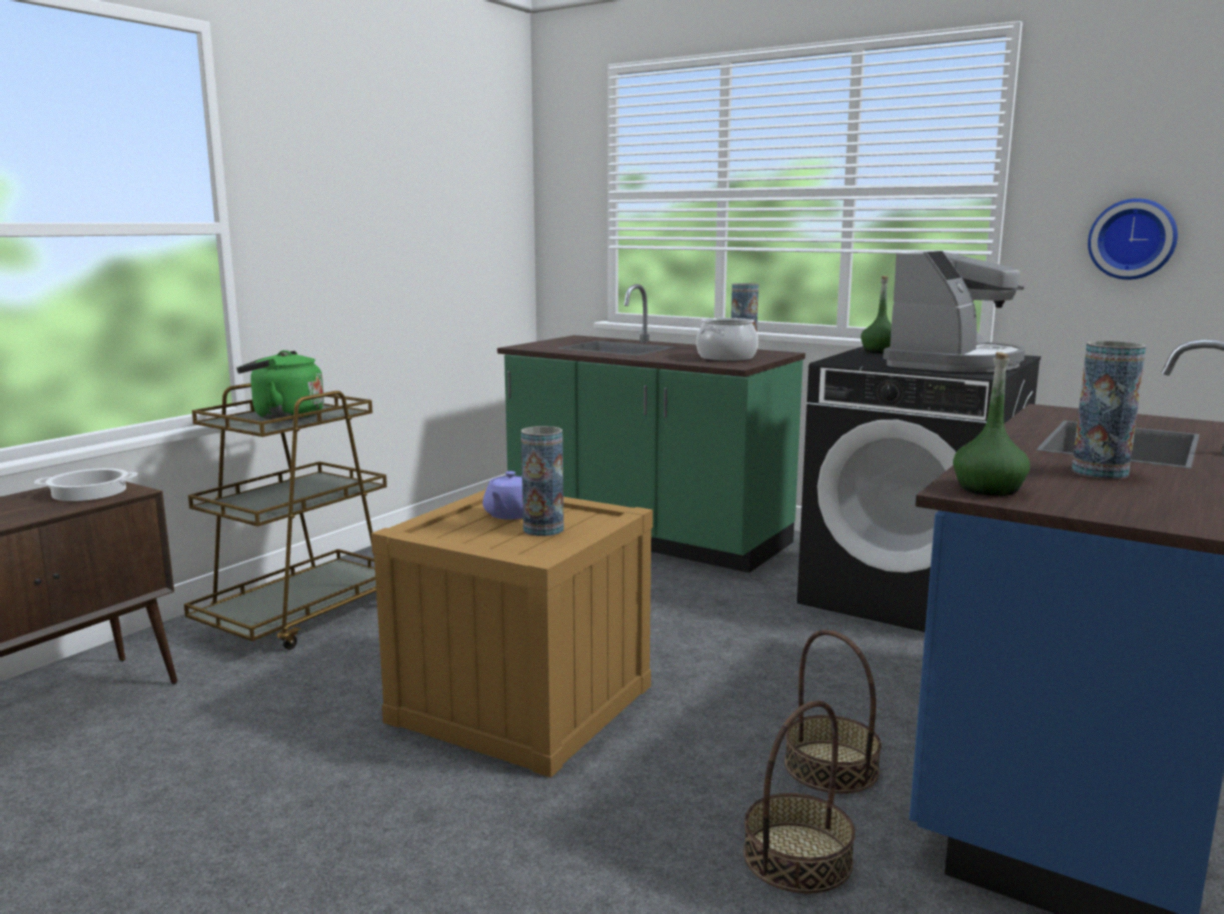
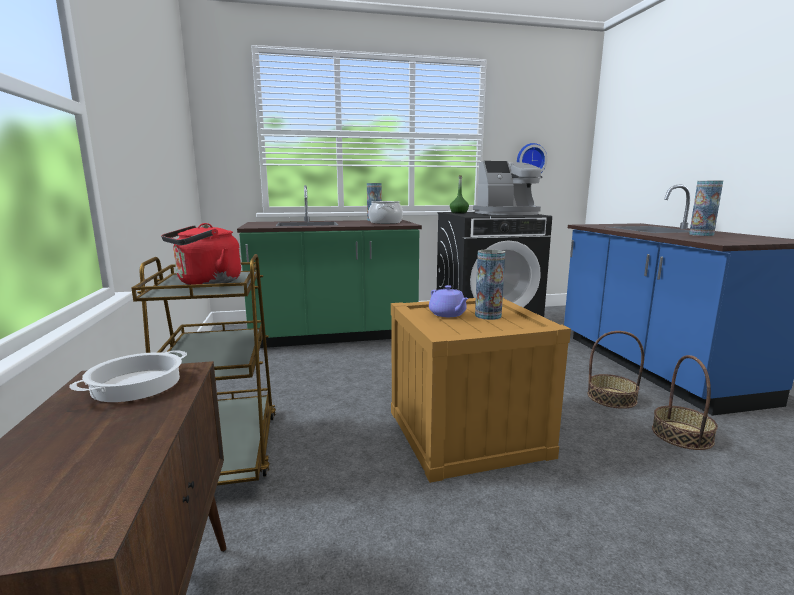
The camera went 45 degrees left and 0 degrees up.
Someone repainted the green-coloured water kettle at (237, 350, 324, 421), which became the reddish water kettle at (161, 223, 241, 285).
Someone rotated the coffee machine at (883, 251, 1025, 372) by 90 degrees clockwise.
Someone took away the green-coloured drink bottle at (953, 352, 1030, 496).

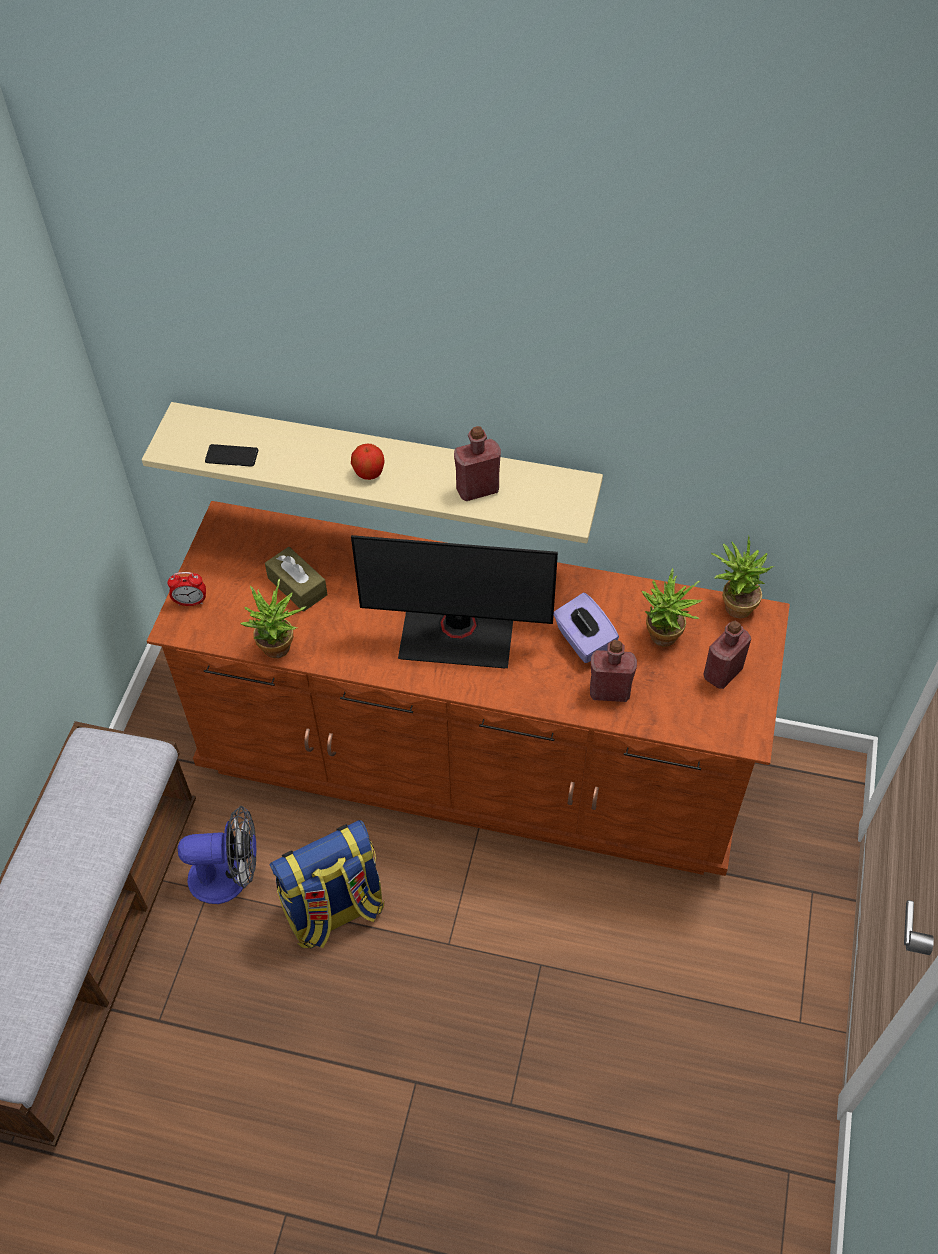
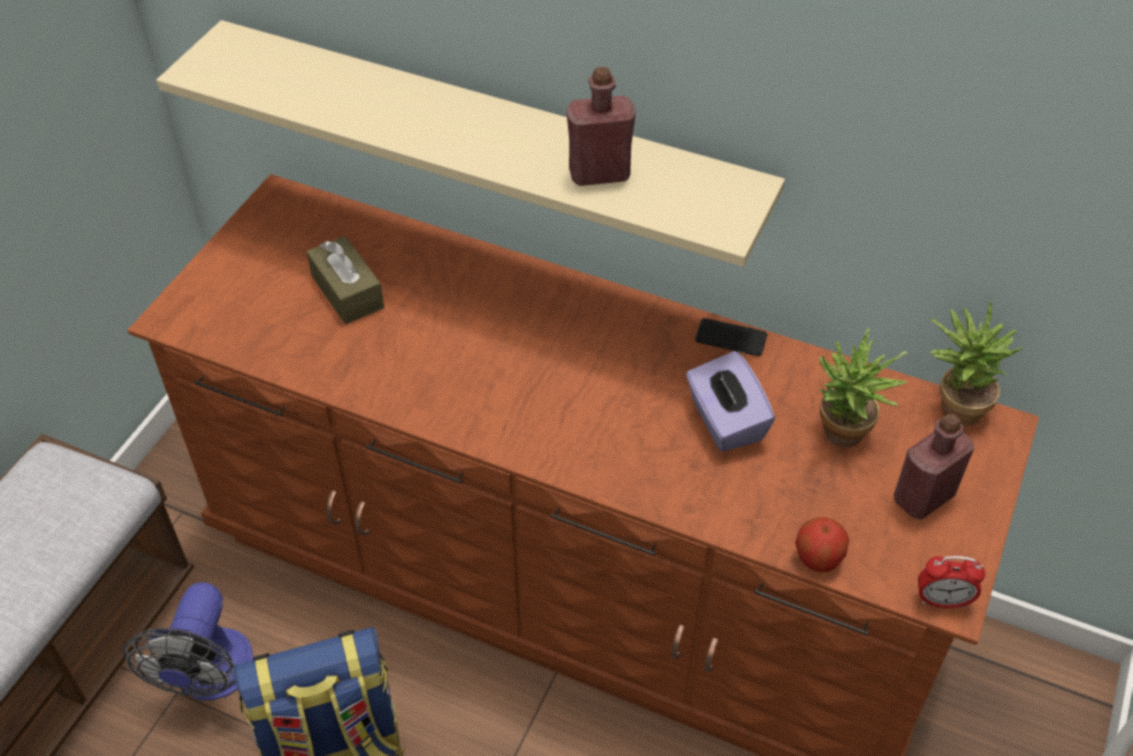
The camera went 10 degrees right and 5 degrees down.
Someone carried the bedside clock from (167, 572, 206, 606) to (918, 556, 985, 608).
Someone rotated the electric fan at (178, 806, 256, 904) by 90 degrees clockwise.
Someone carried the phone from (205, 444, 258, 467) to (695, 318, 767, 356).
Someone took away the houseplant at (240, 579, 306, 658).
Someone carried the whole apple from (351, 444, 385, 480) to (795, 517, 849, 572).
Someone took away the computer display at (351, 535, 558, 668).
Someone took away the reddish drink bottle at (590, 640, 637, 702).

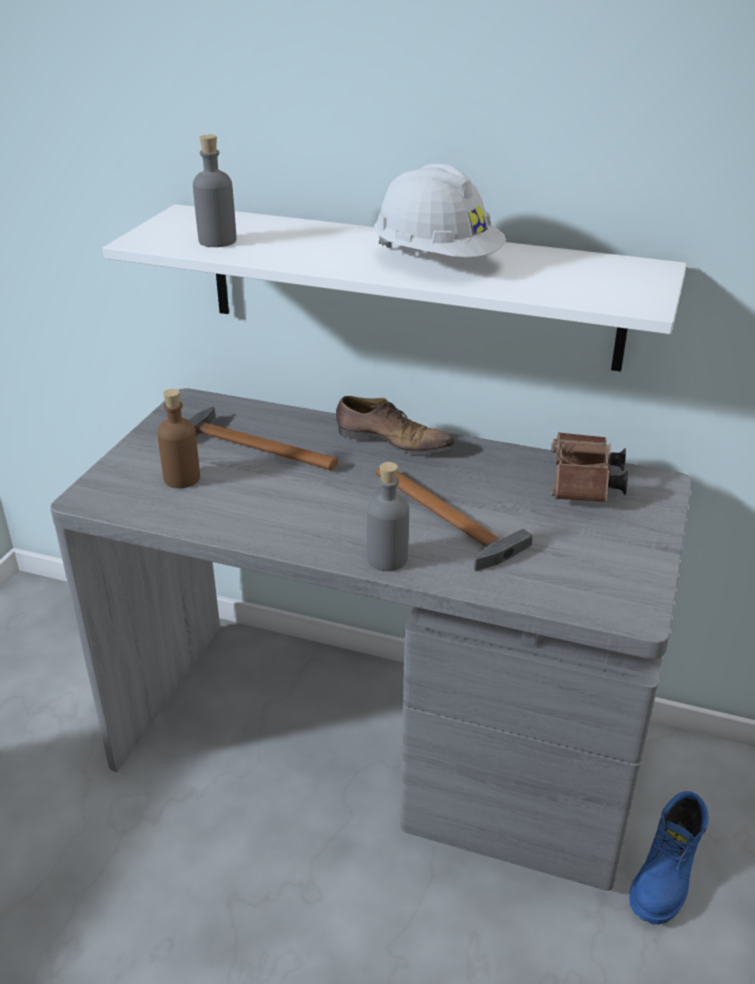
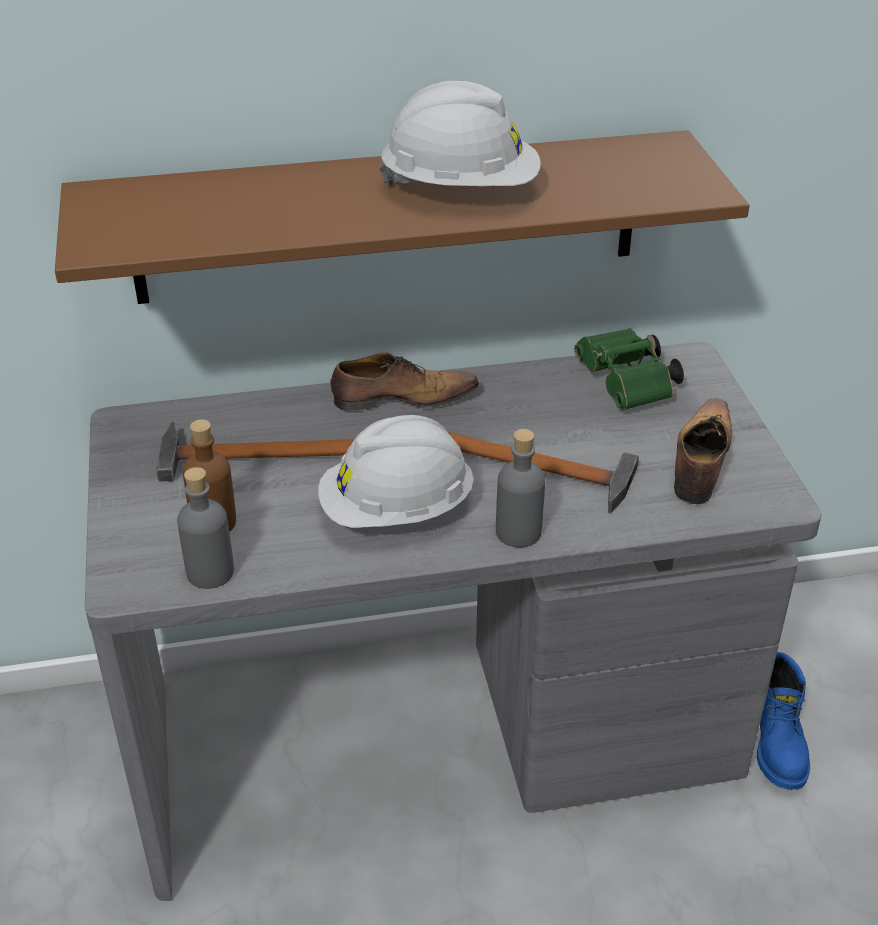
The camera went 30 degrees left and 5 degrees up.
Someone repainted the white shelf at (103, 204, 687, 372), which became the brown shelf at (55, 130, 749, 304).
Someone carried the greyish drink bottle from (193, 135, 237, 247) to (177, 467, 234, 589).
Someone repainted the brown pair of binoculars at (551, 432, 628, 502), which became the green-coloured pair of binoculars at (574, 328, 684, 410).
Someone put down the white hard hat at (318, 415, 474, 528).
Someone put down the item of footwear at (674, 398, 732, 504).

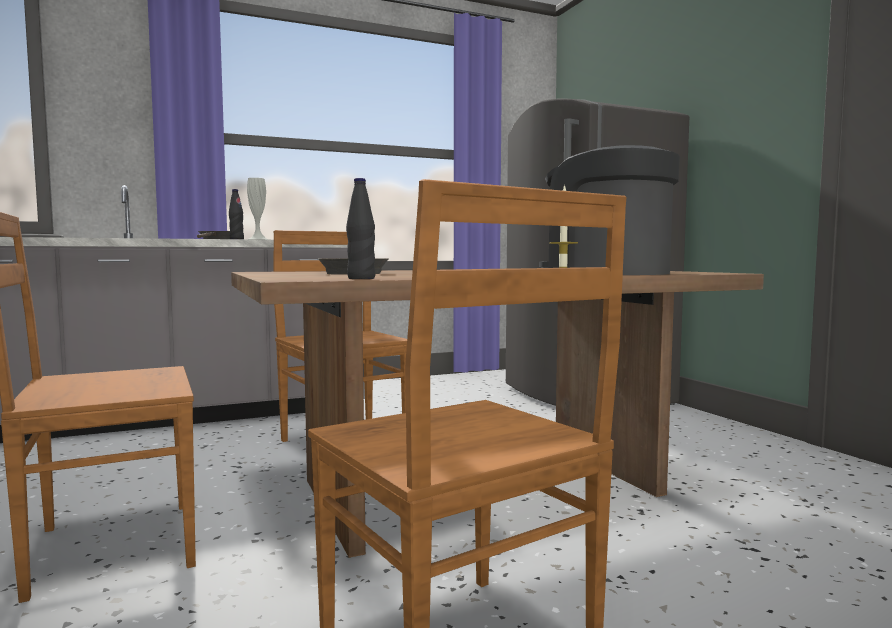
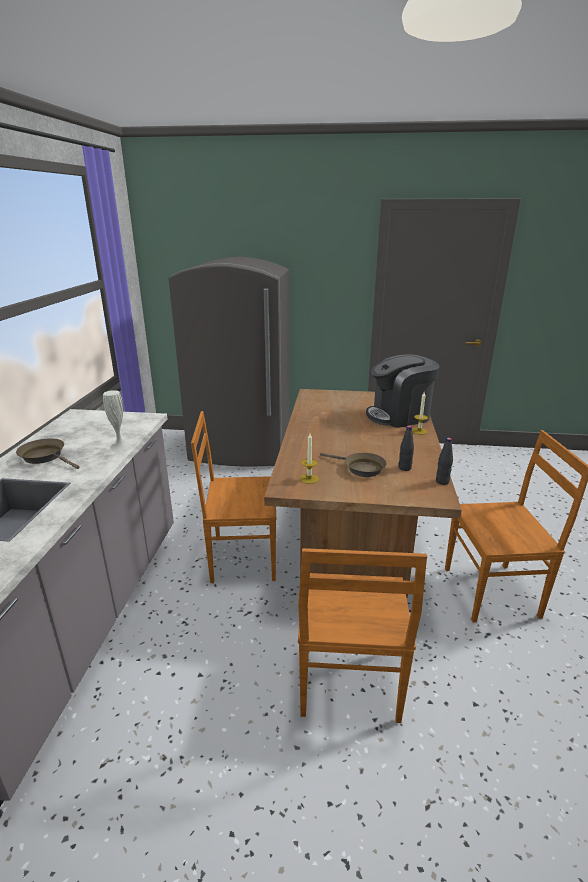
The camera went 60 degrees left and 20 degrees up.
Someone carried the blackish drink bottle from (229, 189, 244, 239) to (399, 426, 414, 471).
Someone put down the wax light at (300, 434, 319, 484).

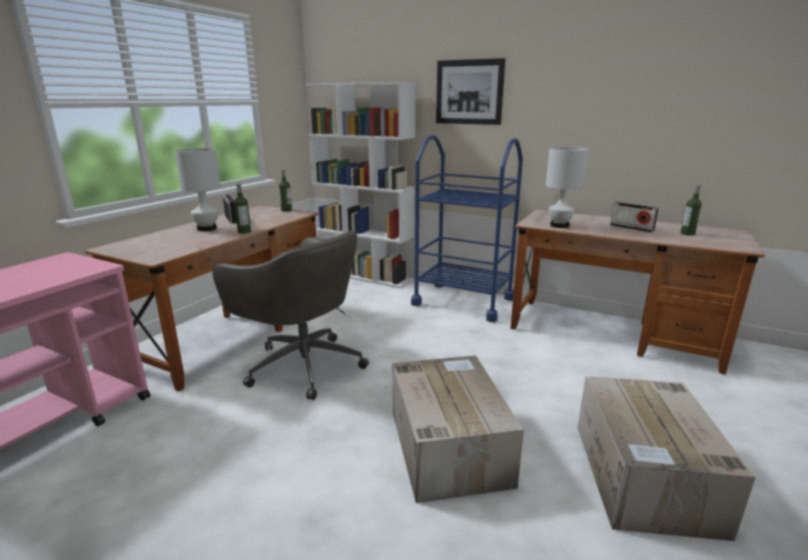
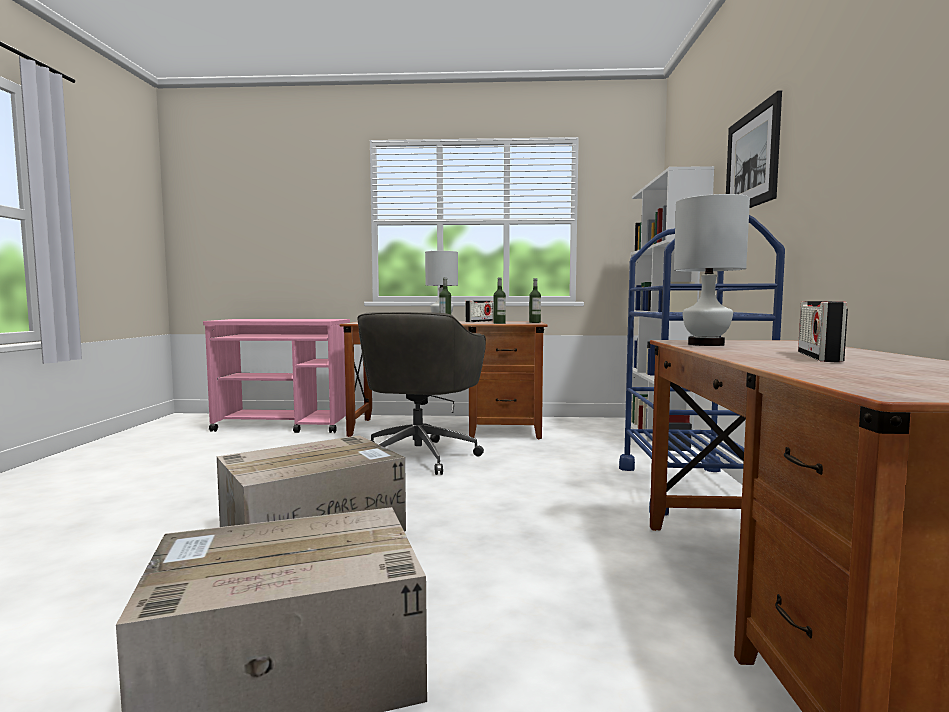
The camera went 65 degrees right and 15 degrees down.
Someone carried the drink bottle from (681, 184, 702, 236) to (493, 277, 506, 324).

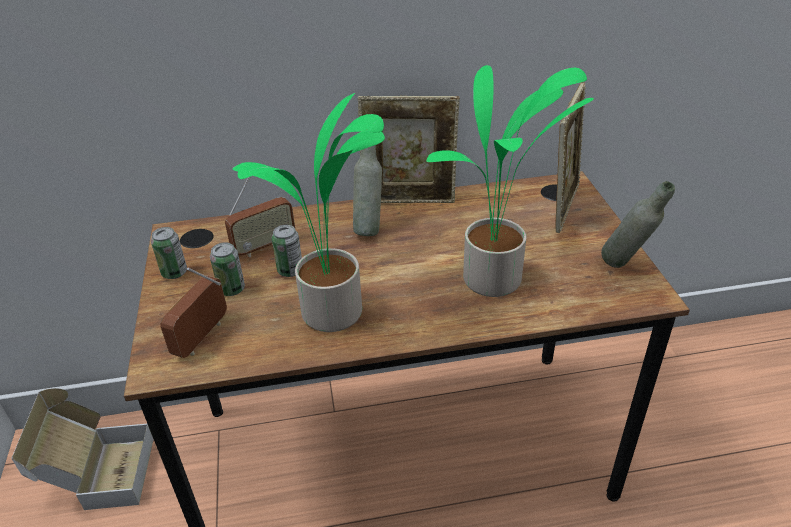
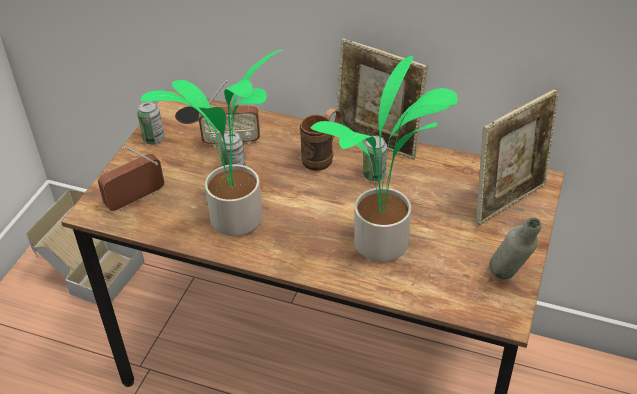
The camera went 30 degrees right and 5 degrees up.
Someone carried the can from (210, 242, 245, 296) to (363, 136, 387, 181).
Someone swapped the greyish drink bottle at (353, 145, 382, 236) for the brown tea mug at (300, 108, 341, 171).

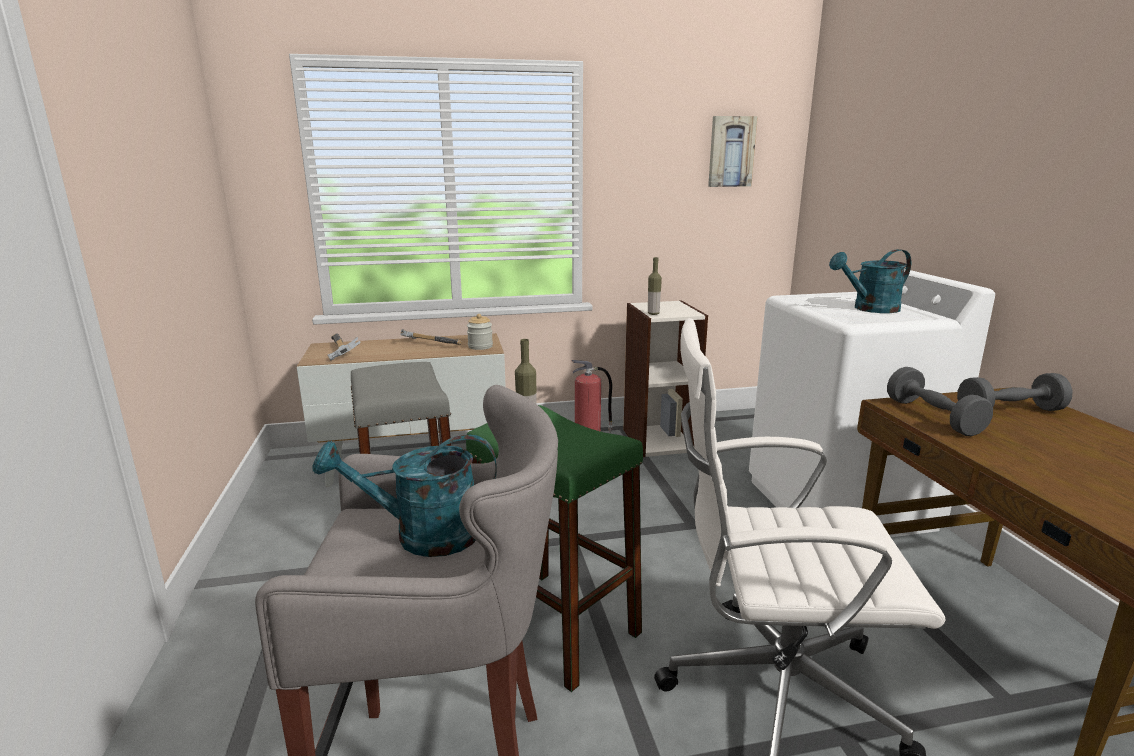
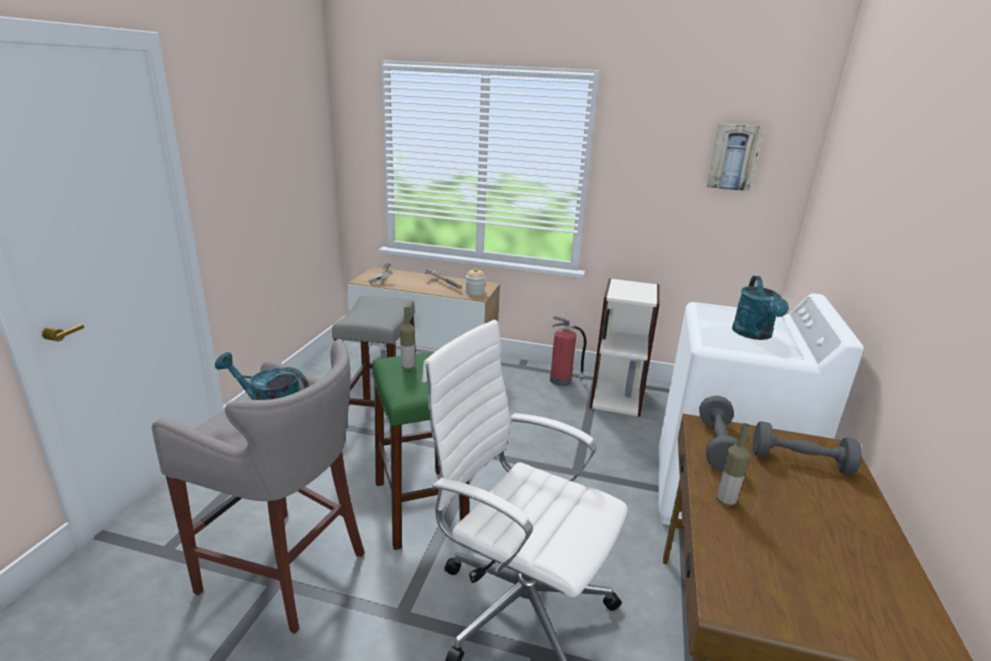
The camera went 25 degrees right and 5 degrees up.
Someone carried the drink bottle from (648, 257, 662, 315) to (717, 423, 751, 506).
Someone rotated the turquoise watering pot at (829, 249, 911, 313) by 90 degrees counterclockwise.

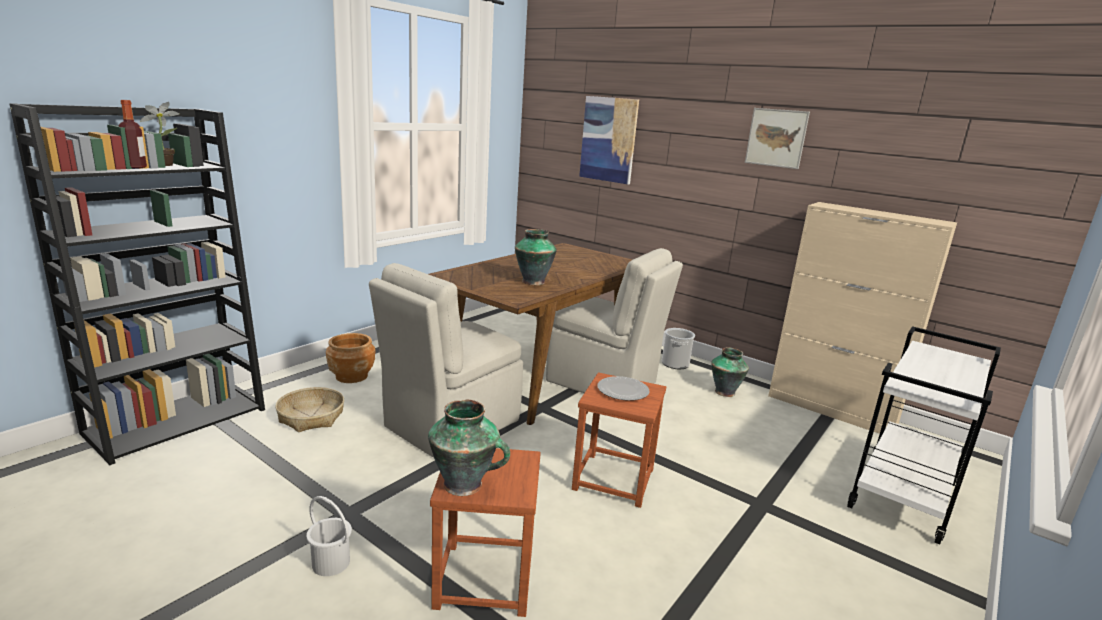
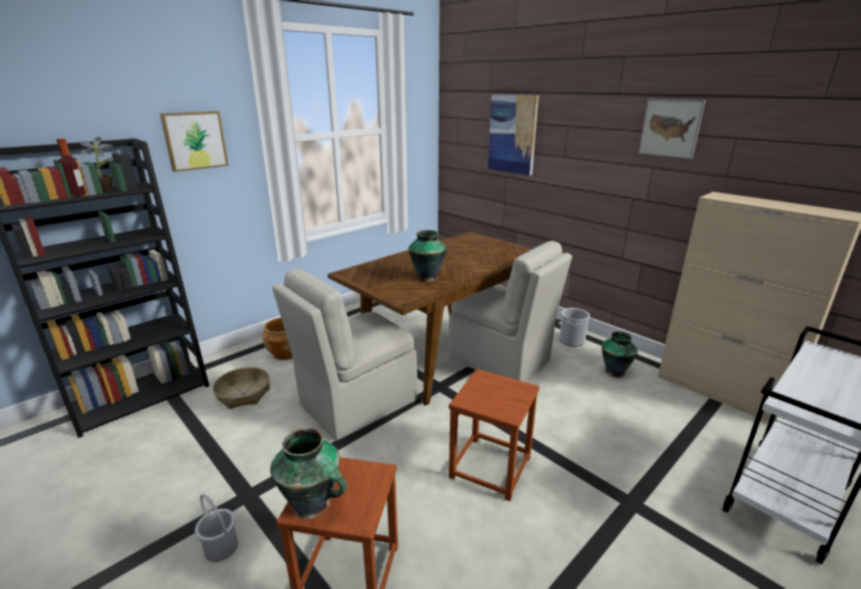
The camera went 10 degrees right and 5 degrees up.
Someone took away the flat dish at (597, 376, 650, 401).
Someone put up the picture at (160, 111, 228, 172).

